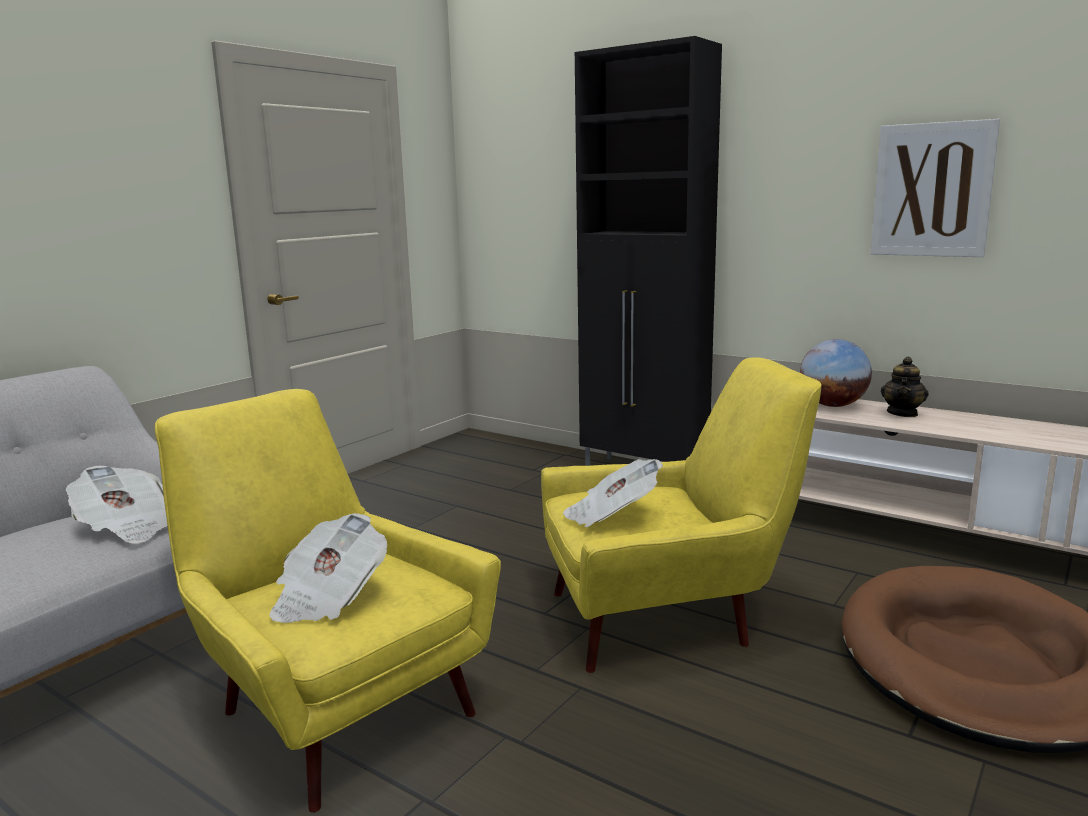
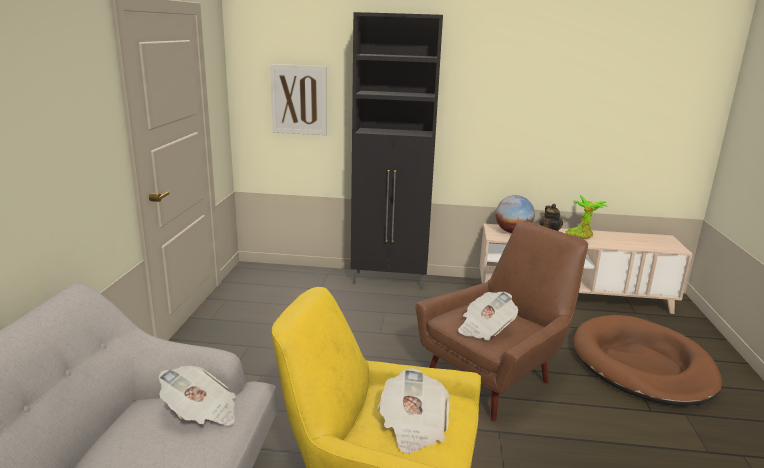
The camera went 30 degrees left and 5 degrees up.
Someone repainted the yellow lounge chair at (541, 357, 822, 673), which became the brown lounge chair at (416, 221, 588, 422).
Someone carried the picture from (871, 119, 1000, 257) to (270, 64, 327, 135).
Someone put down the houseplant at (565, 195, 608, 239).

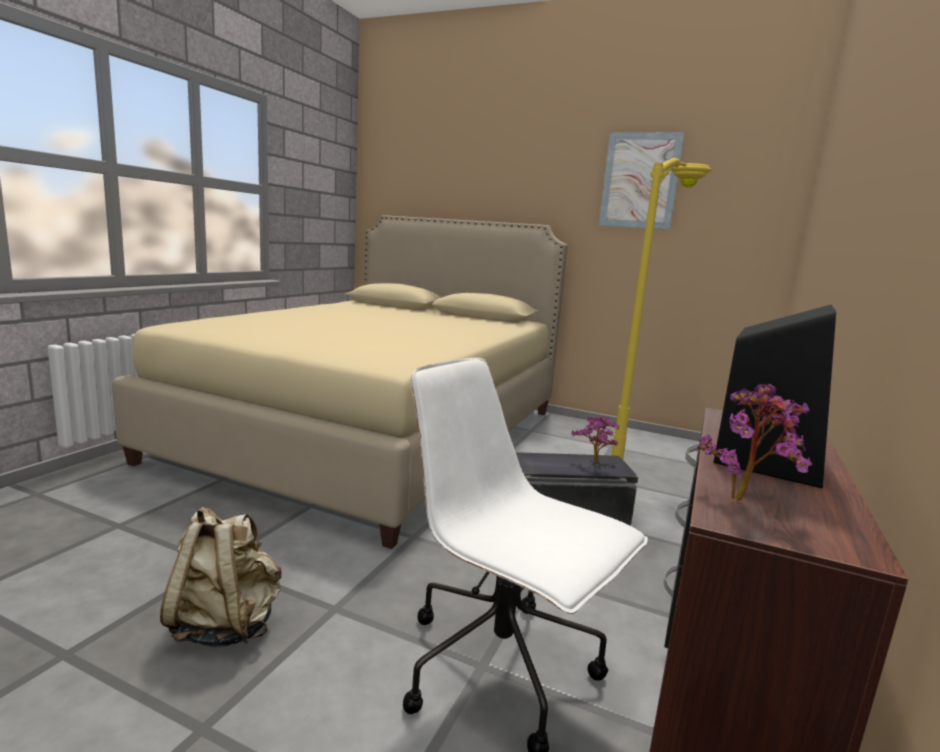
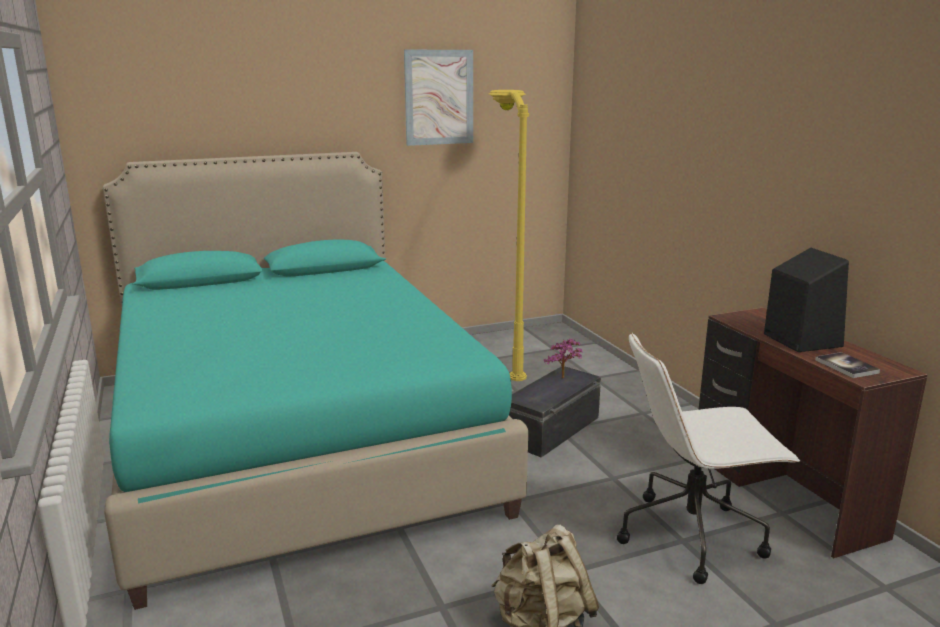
The camera went 45 degrees left and 5 degrees up.
Someone repainted the beige bed at (112, 215, 568, 549), which became the turquoise bed at (103, 152, 528, 610).
Someone swapped the houseplant at (696, 384, 813, 501) for the volume at (815, 352, 880, 378).

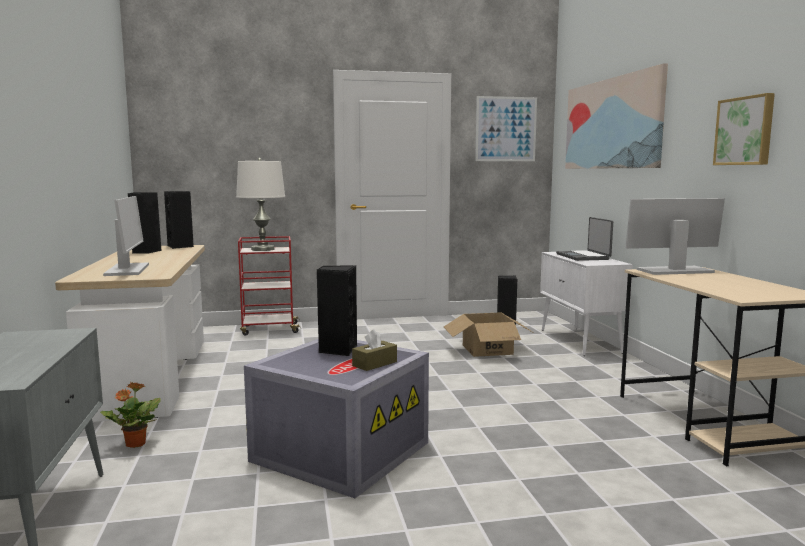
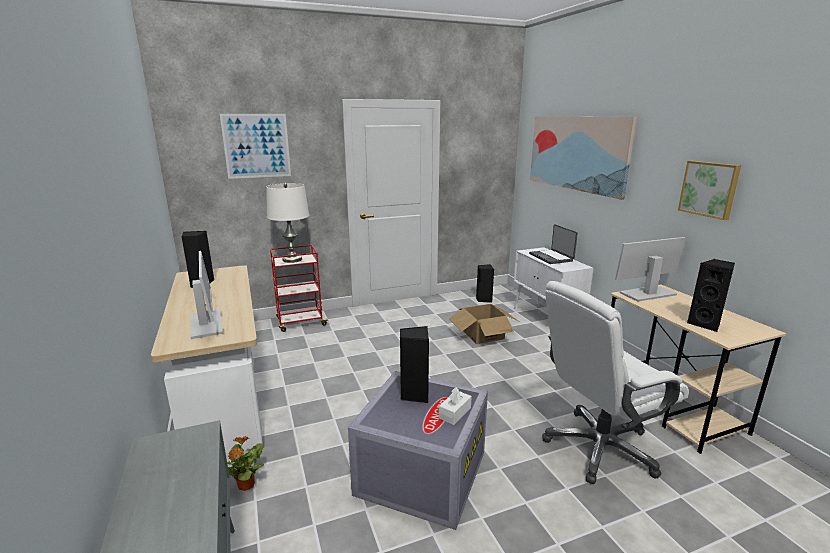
The camera went 10 degrees left and 10 degrees up.
Someone carried the blackish audio speaker from (164, 191, 194, 249) to (687, 259, 735, 332).
Someone repainted the brown tissue holder at (352, 329, 397, 371), which became the white tissue holder at (439, 387, 472, 425).
Someone carried the picture from (475, 96, 537, 161) to (220, 114, 291, 179).
Someone put down the white computer chair at (542, 281, 689, 484).

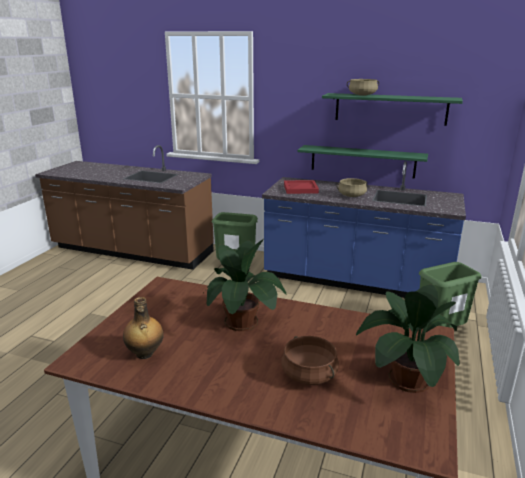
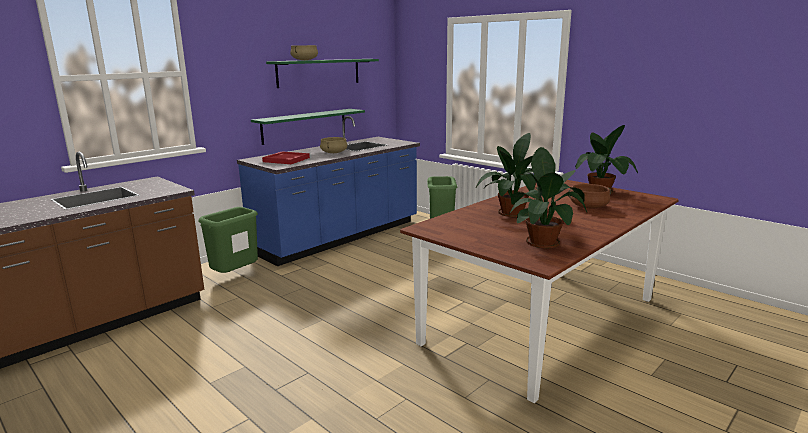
The camera went 65 degrees left and 5 degrees down.
Someone swapped the drink bottle at (123, 297, 164, 359) for the houseplant at (509, 147, 587, 248).

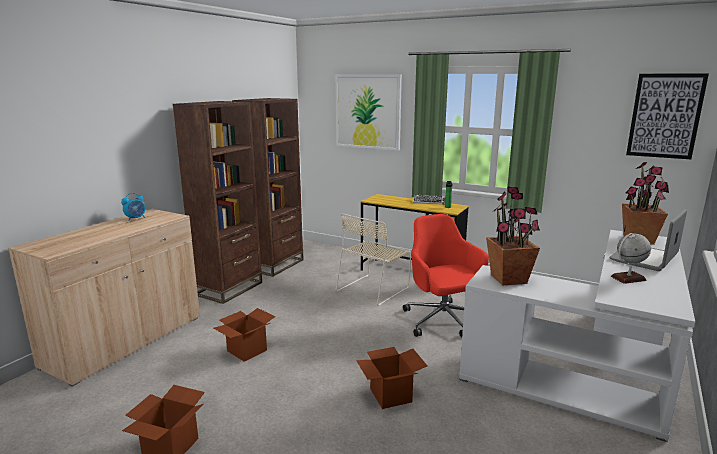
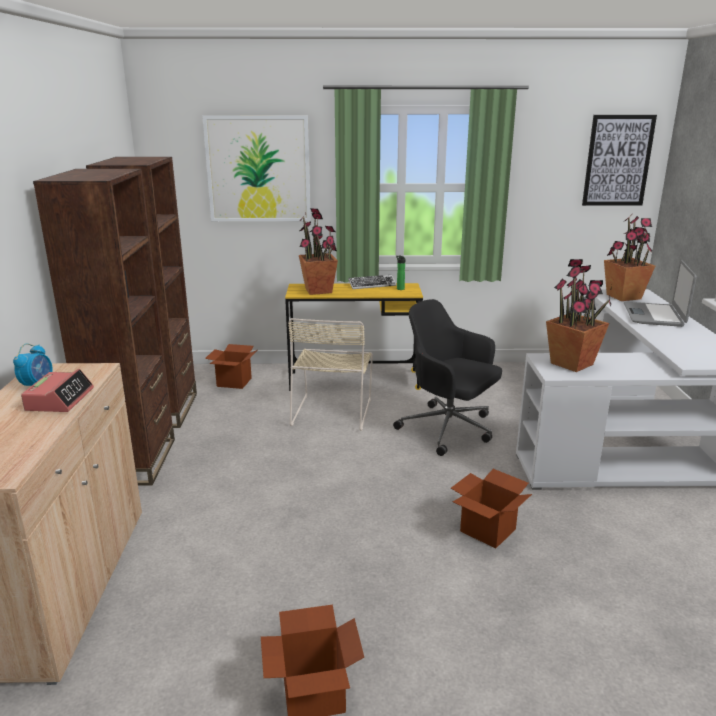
The camera went 30 degrees left and 5 degrees up.
Someone carried the cardboard box from (214, 308, 275, 362) to (205, 344, 257, 389).
Someone repainted the reddish computer chair at (403, 214, 489, 337), which became the blackish computer chair at (393, 299, 502, 456).
Someone took away the desk globe at (611, 233, 651, 284).
Someone put down the bedside clock at (21, 369, 94, 412).
Someone put down the houseplant at (299, 208, 338, 295).

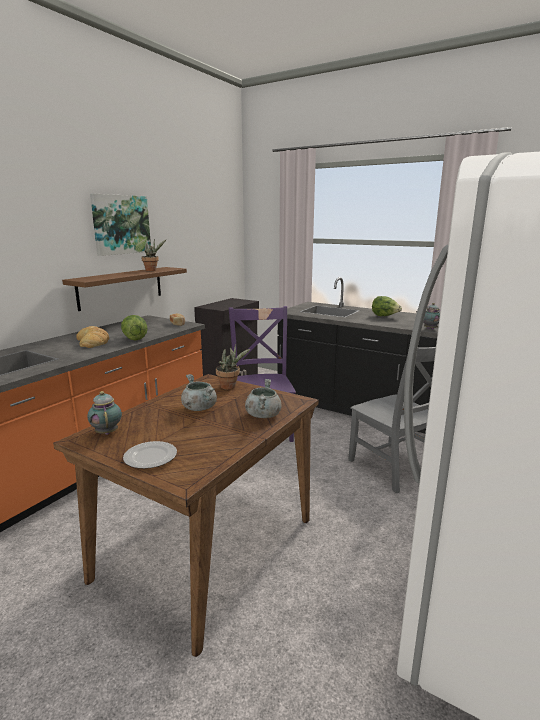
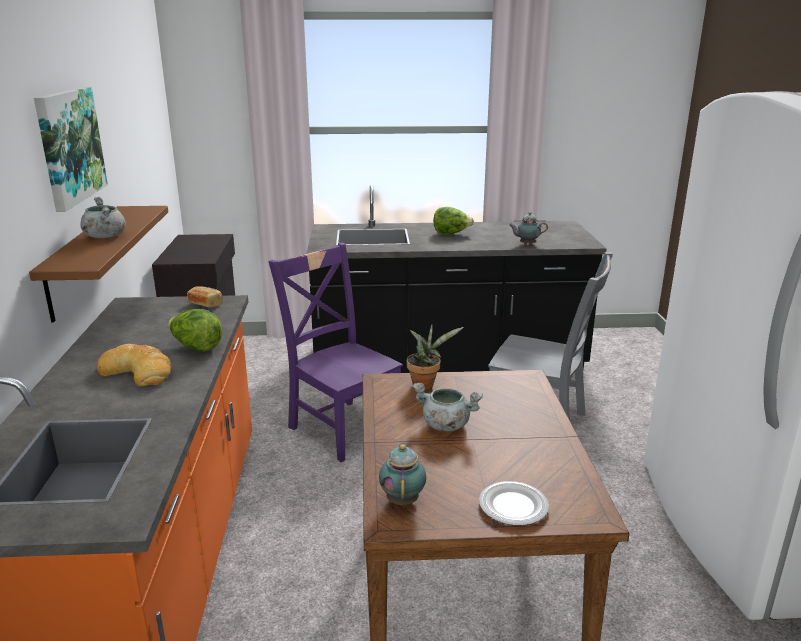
The camera went 35 degrees left and 5 degrees up.
Someone rotated the teapot at (87, 391, 122, 435) by 60 degrees clockwise.
Someone took away the houseplant at (141, 239, 166, 271).
Someone carried the greyish saucepot from (245, 379, 282, 418) to (80, 197, 126, 238).

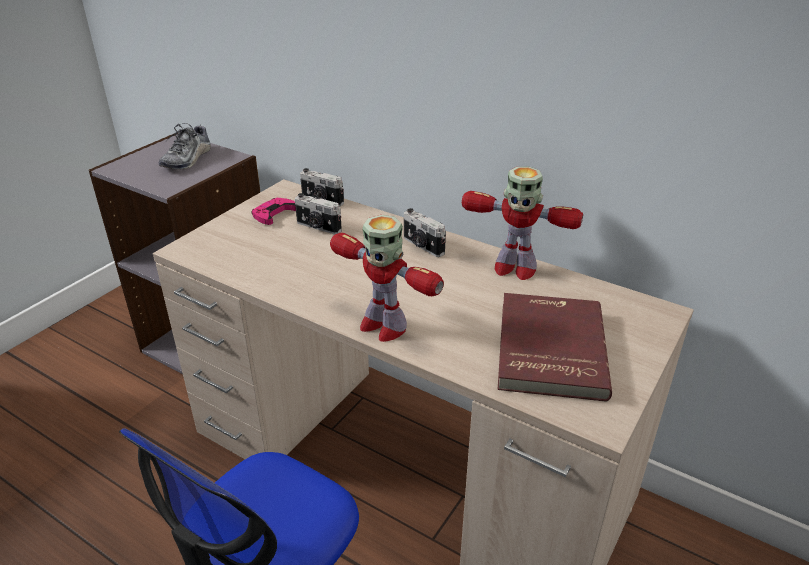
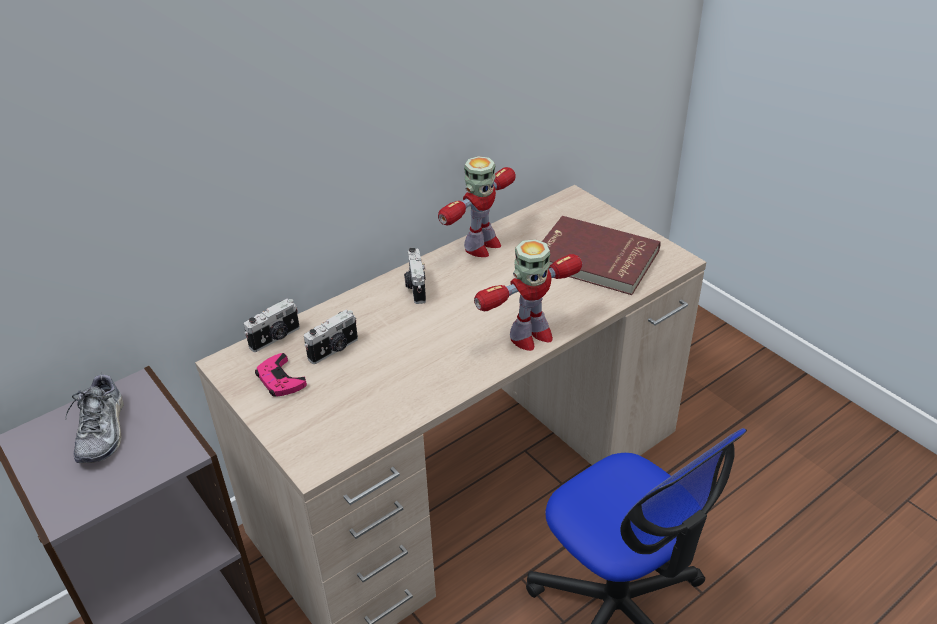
The camera went 70 degrees left and 5 degrees up.
Someone rotated the item of footwear at (159, 123, 211, 169) by 45 degrees clockwise.
Someone rotated the photo camera at (404, 208, 446, 257) by 105 degrees clockwise.

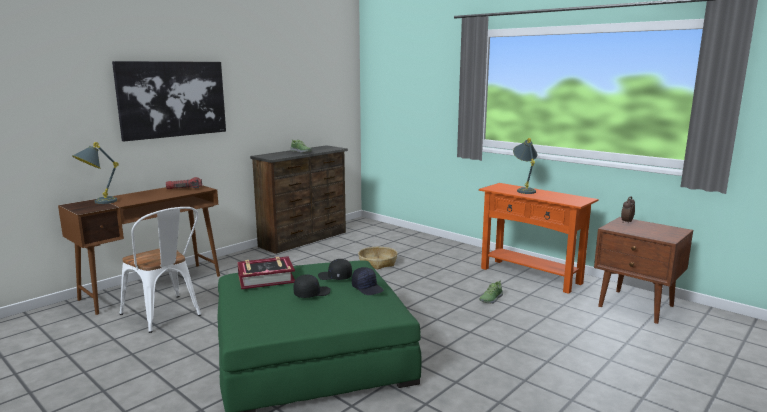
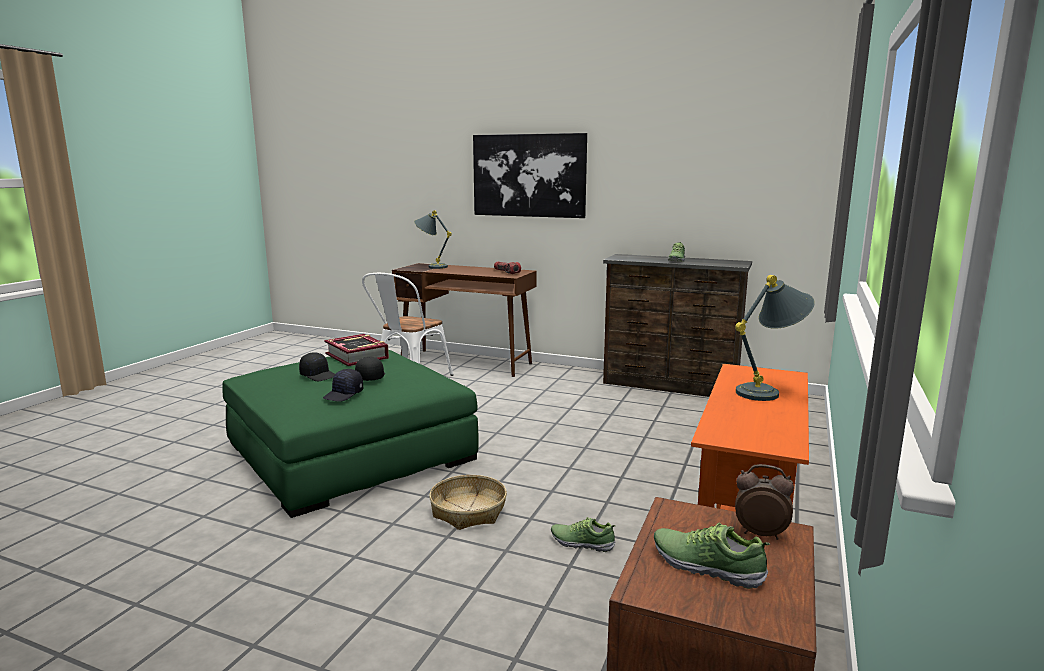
The camera went 70 degrees right and 0 degrees up.
Someone carried the basket from (358, 247, 397, 270) to (429, 475, 507, 530).
Someone put down the item of footwear at (654, 523, 770, 589).

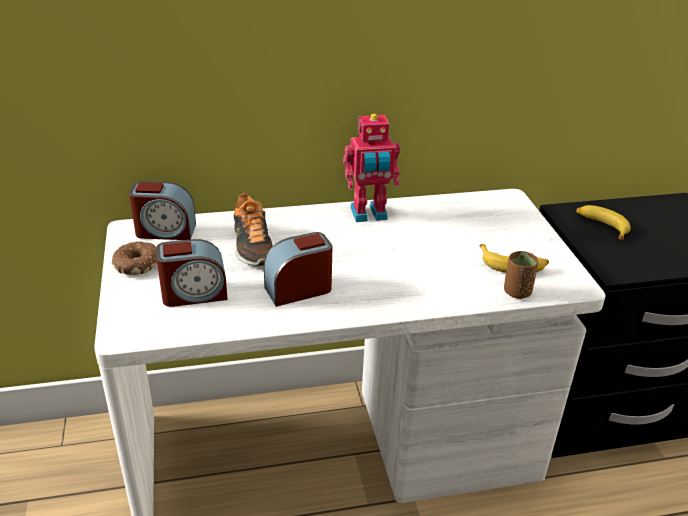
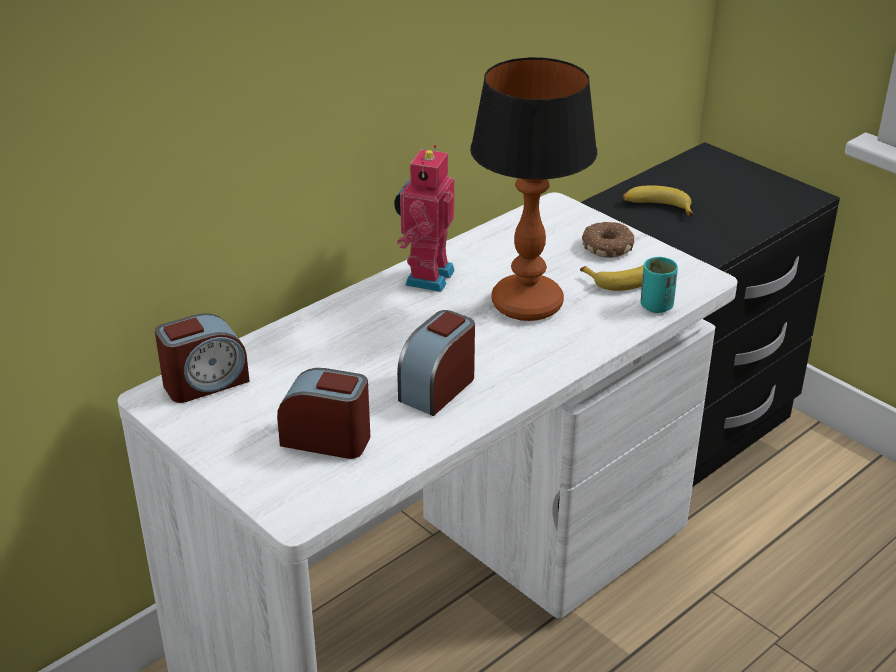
The camera went 30 degrees left and 0 degrees up.
Someone carried the donut from (112, 241, 157, 275) to (582, 222, 635, 258).
Someone rotated the bedside clock at (156, 239, 228, 307) by 120 degrees counterclockwise.
Someone took away the item of footwear at (233, 192, 273, 266).
Someone rotated the robot figure at (343, 114, 400, 222) by 150 degrees clockwise.
Someone repainted the brown small cup at (504, 251, 539, 299), which became the turquoise small cup at (641, 257, 678, 313).
Someone put down the lamp for a table at (470, 57, 597, 321).

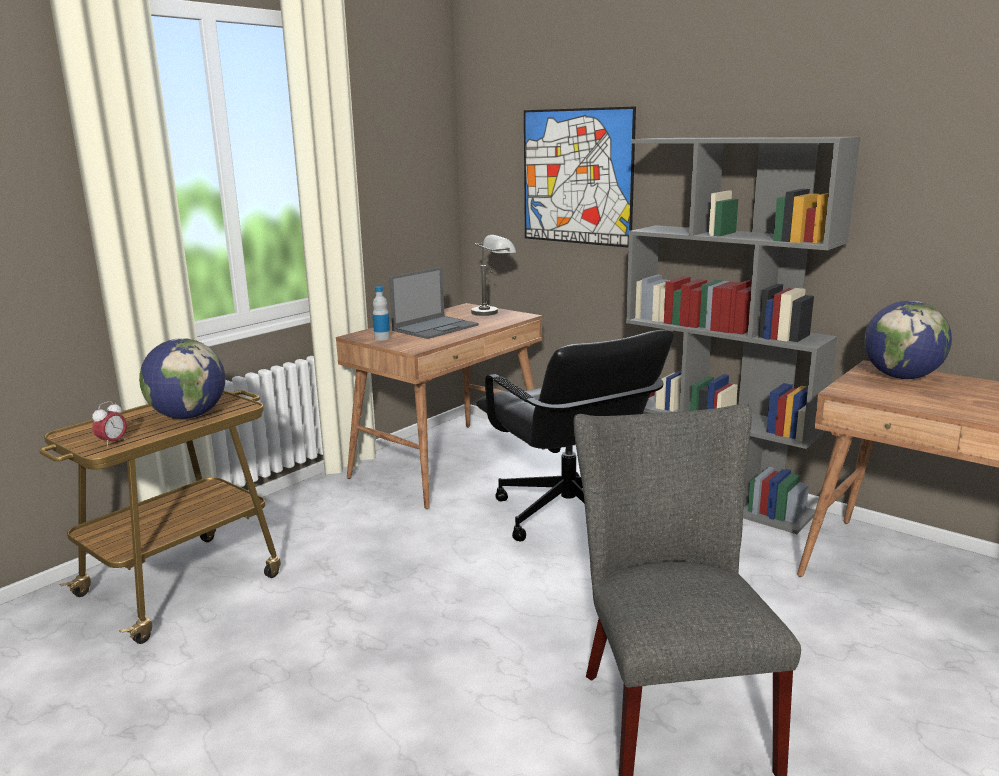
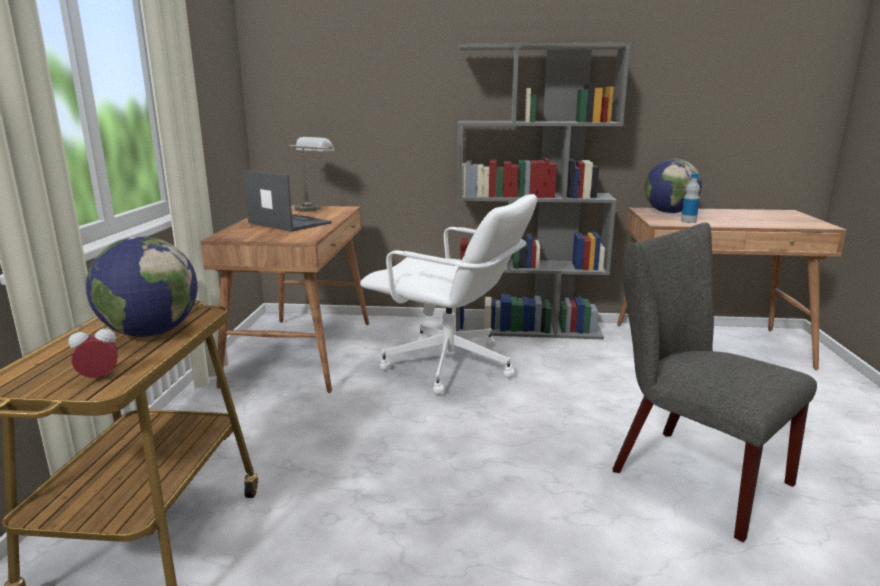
The camera went 35 degrees left and 0 degrees up.
Someone rotated the bedside clock at (92, 401, 127, 447) by 105 degrees counterclockwise.
Someone carried the drink bottle from (373, 286, 390, 340) to (681, 173, 700, 223).
Someone rotated the portable computer at (389, 267, 479, 339) by 60 degrees counterclockwise.
Someone repainted the blackish computer chair at (476, 330, 674, 541), which became the white computer chair at (360, 194, 537, 395).
Someone took away the picture at (524, 106, 636, 248).

